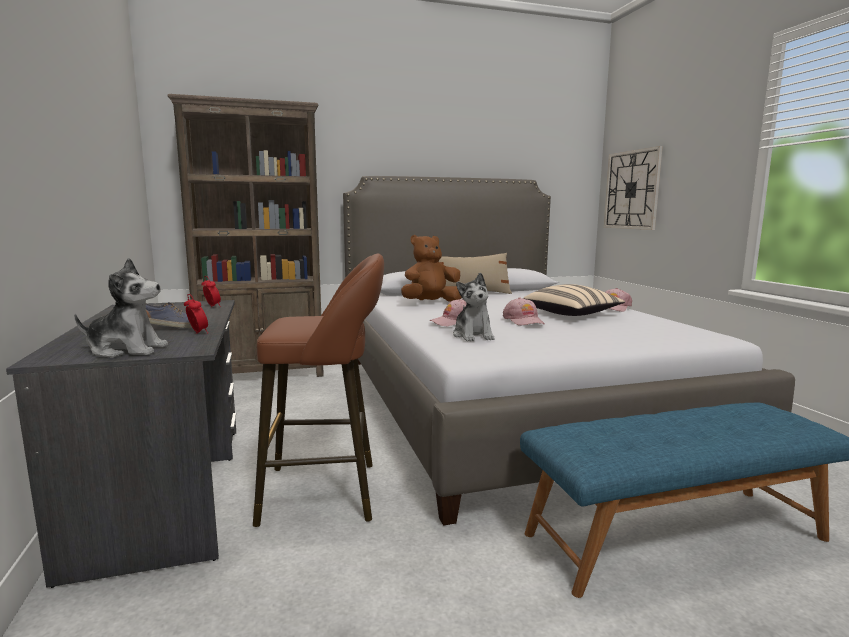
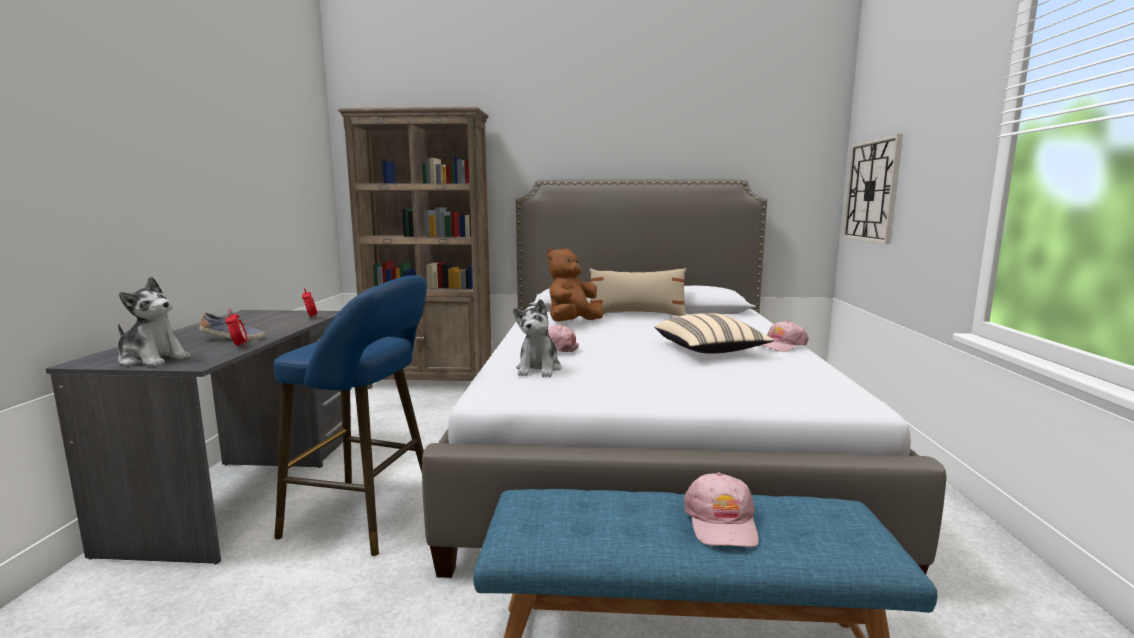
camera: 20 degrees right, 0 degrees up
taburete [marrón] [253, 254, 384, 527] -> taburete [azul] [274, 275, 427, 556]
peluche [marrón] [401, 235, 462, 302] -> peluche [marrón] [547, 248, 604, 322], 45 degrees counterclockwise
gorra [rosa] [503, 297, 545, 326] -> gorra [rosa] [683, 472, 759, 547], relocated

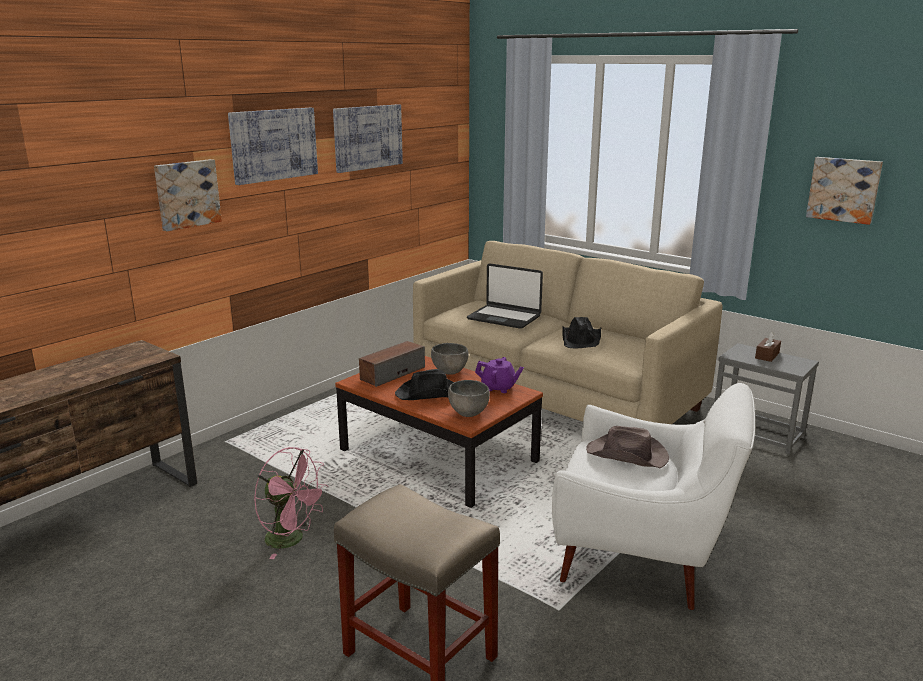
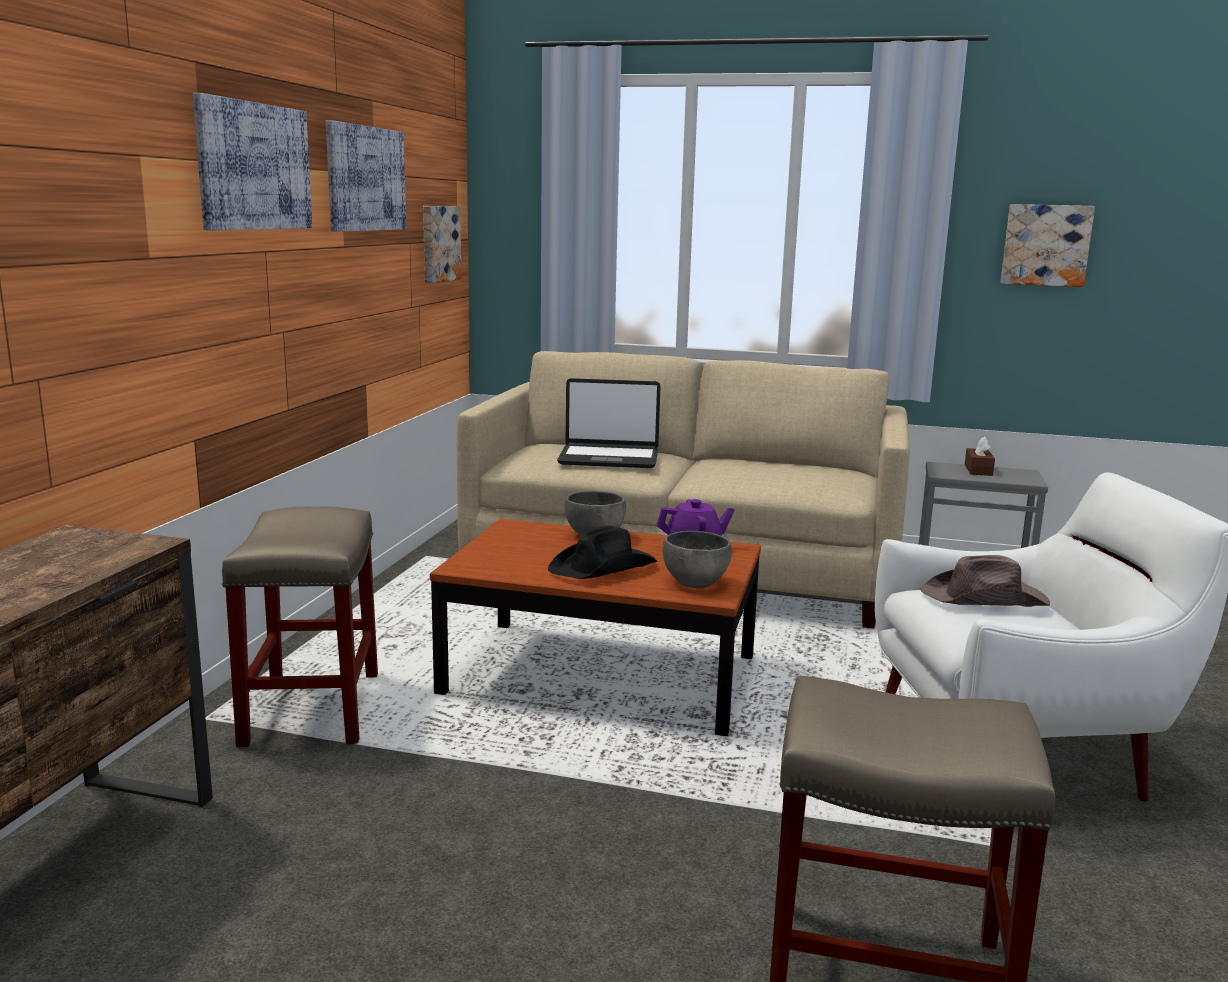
camera: 25 degrees left, 5 degrees down
none -> taburete [beis] [222, 507, 378, 747]
cuadro [154, 159, 222, 231] -> cuadro [423, 206, 462, 283], relocated
ventilador [rosa] [254, 447, 328, 559] -> none
altavoz [359, 341, 425, 387] -> none
sombrero [negro] [562, 317, 602, 348] -> none

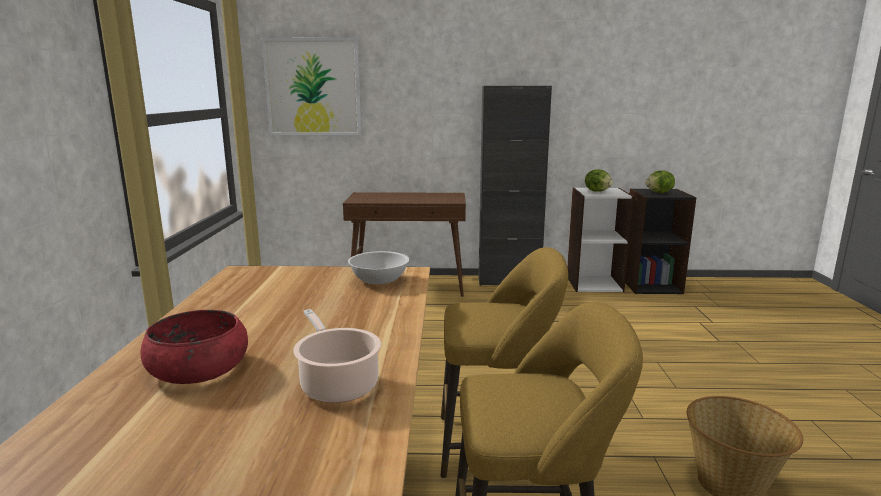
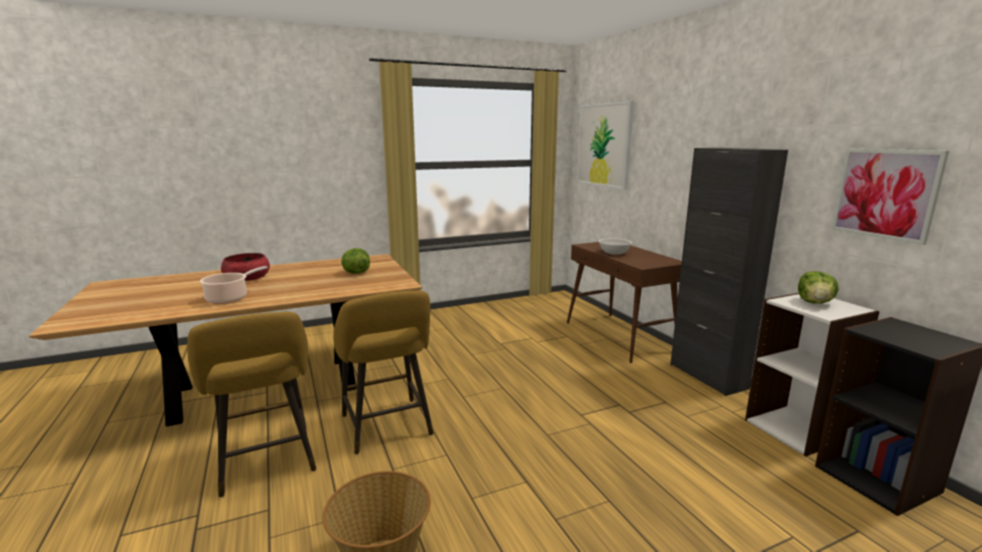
camera: 65 degrees right, 0 degrees up
lechuga [645, 170, 675, 193] -> lechuga [341, 248, 370, 274], relocated
cuenco [blanco] [348, 251, 409, 284] -> cuenco [blanco] [599, 238, 632, 255], relocated
none -> cuadro [831, 148, 949, 245]

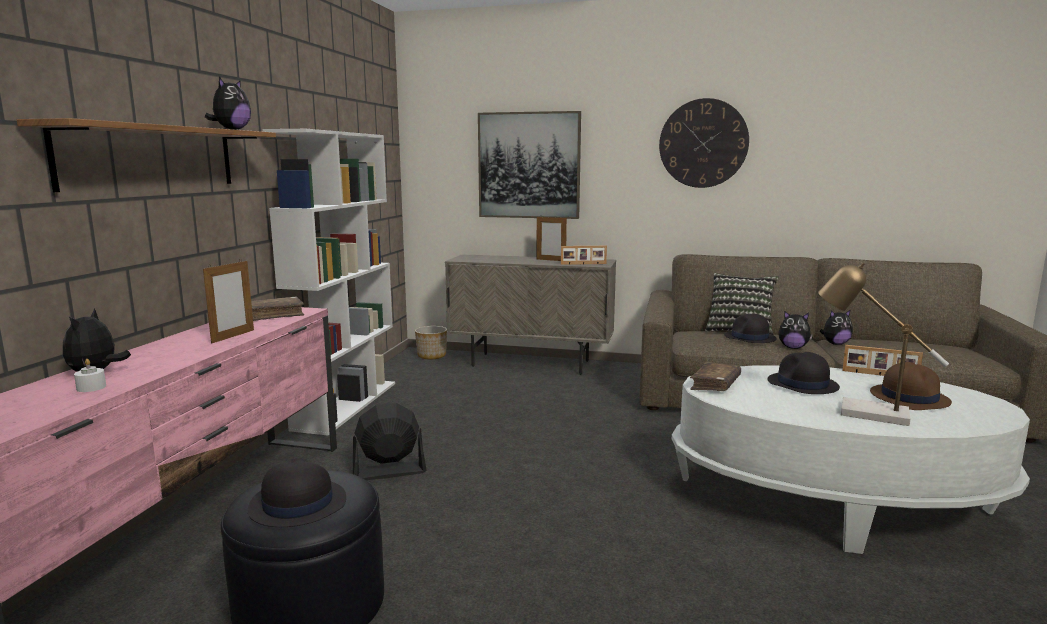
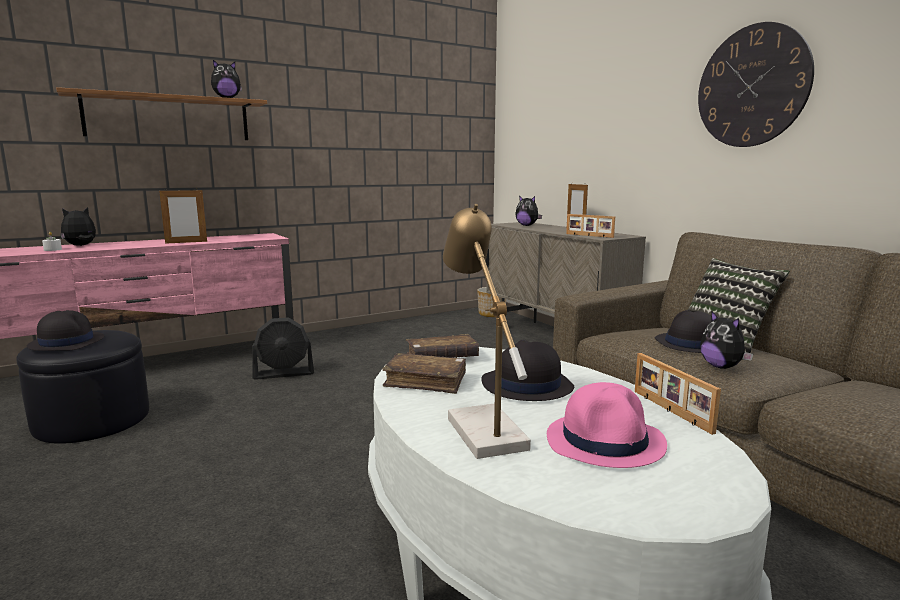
camera: 45 degrees right, 0 degrees up
ventilador [negro] [353, 403, 427, 480] -> ventilador [negro] [252, 317, 314, 380], 135 degrees clockwise
libro [marrón] [251, 297, 304, 321] -> libro [marrón] [382, 353, 466, 394], relocated
peluche [820, 310, 853, 345] -> peluche [516, 196, 542, 226], relocated
sombrero [marrón] [870, 362, 952, 410] -> sombrero [rosa] [547, 382, 667, 468]
estantería [blanco] [263, 129, 395, 435] -> none
cuadro [478, 111, 581, 219] -> none

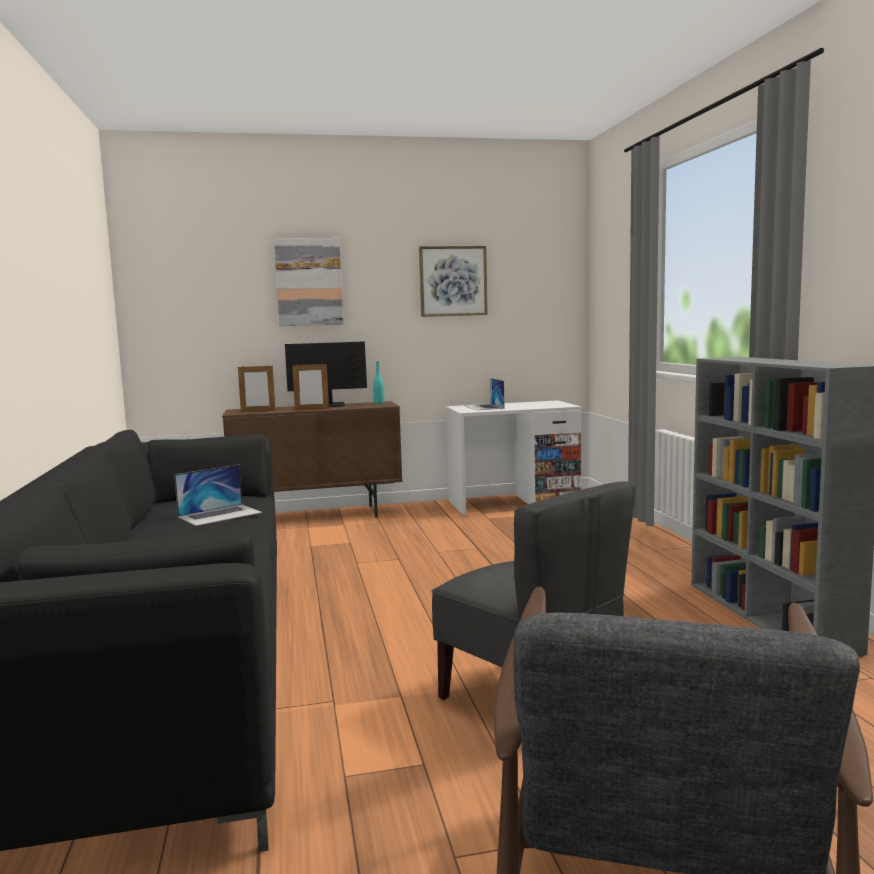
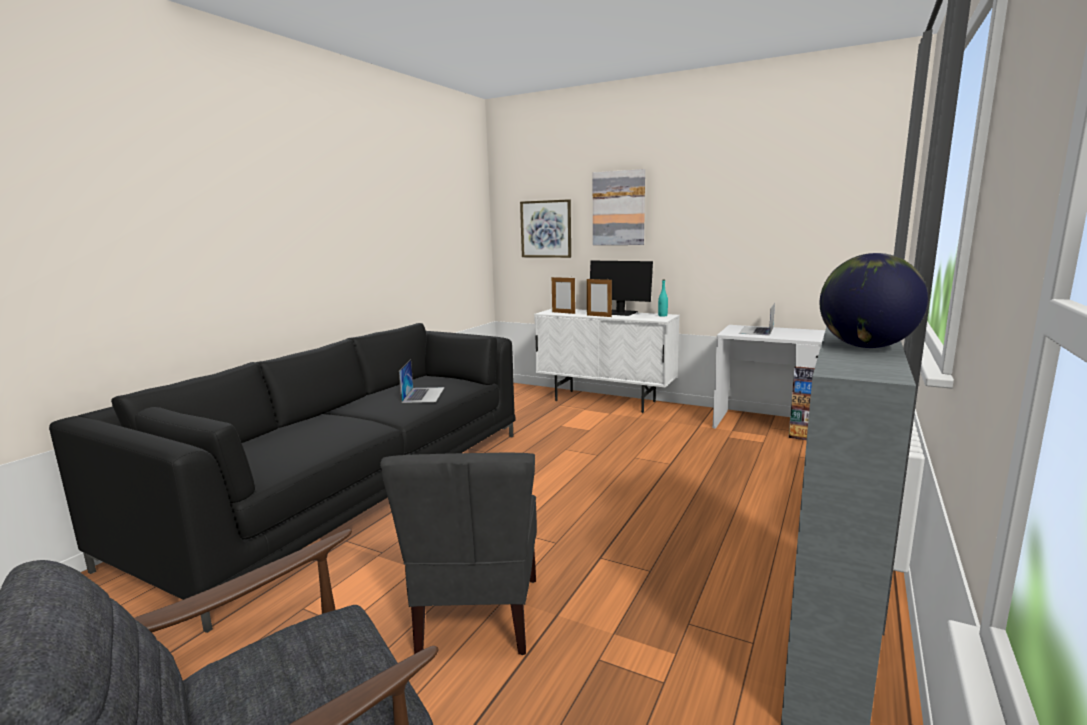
camera: 40 degrees right, 5 degrees up
portátil [174, 465, 262, 526] -> portátil [399, 359, 445, 403], 90 degrees counterclockwise
cuadro [419, 246, 488, 317] -> cuadro [520, 199, 571, 258], relocated
armario [marrón] [222, 401, 403, 518] -> armario [blanco] [534, 309, 680, 413]
none -> globo terráqueo [820, 253, 928, 348]

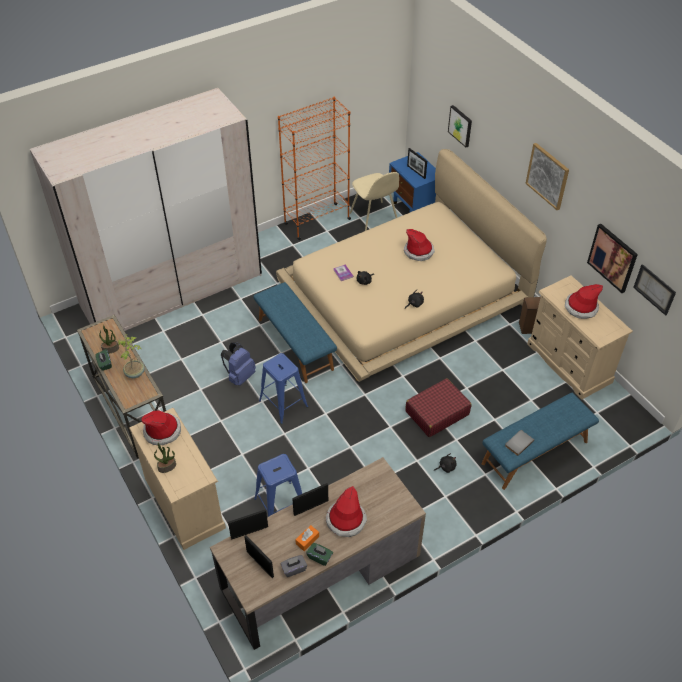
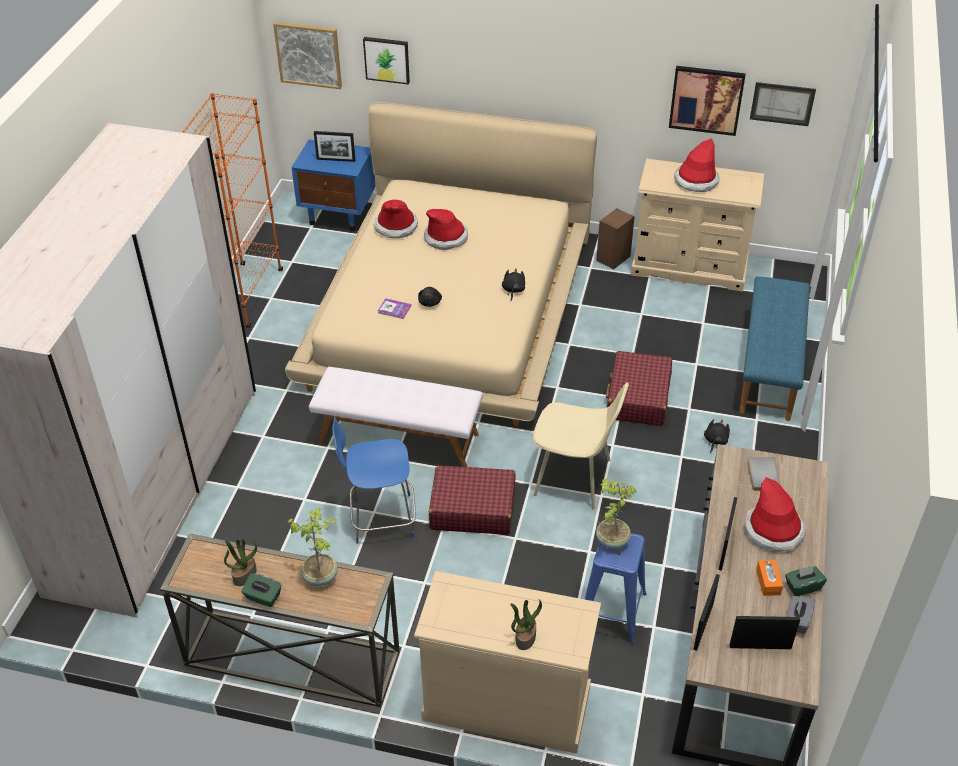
camera: 45 degrees left, 5 degrees down
cuadro [526, 143, 569, 210] -> cuadro [273, 22, 342, 89], relocated
banco [azul] [253, 282, 337, 383] -> banco [blanco] [309, 367, 483, 467]
mochila [azul] [221, 342, 256, 386] -> silla [azul] [332, 416, 416, 544]
sombrero [141, 410, 181, 445] -> sombrero [374, 200, 418, 238], relocated
taburete [azul] [259, 353, 308, 424] -> maleta [rojo] [429, 466, 516, 535]
silla [beis] [350, 172, 399, 231] -> silla [beis] [533, 382, 629, 510], relocated
none -> planta en maceta [596, 478, 636, 549]
libro [gris] [505, 430, 534, 456] -> libro [gris] [747, 457, 781, 491], relocated

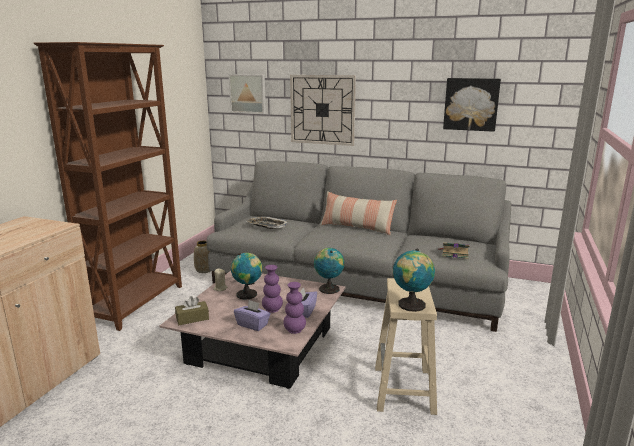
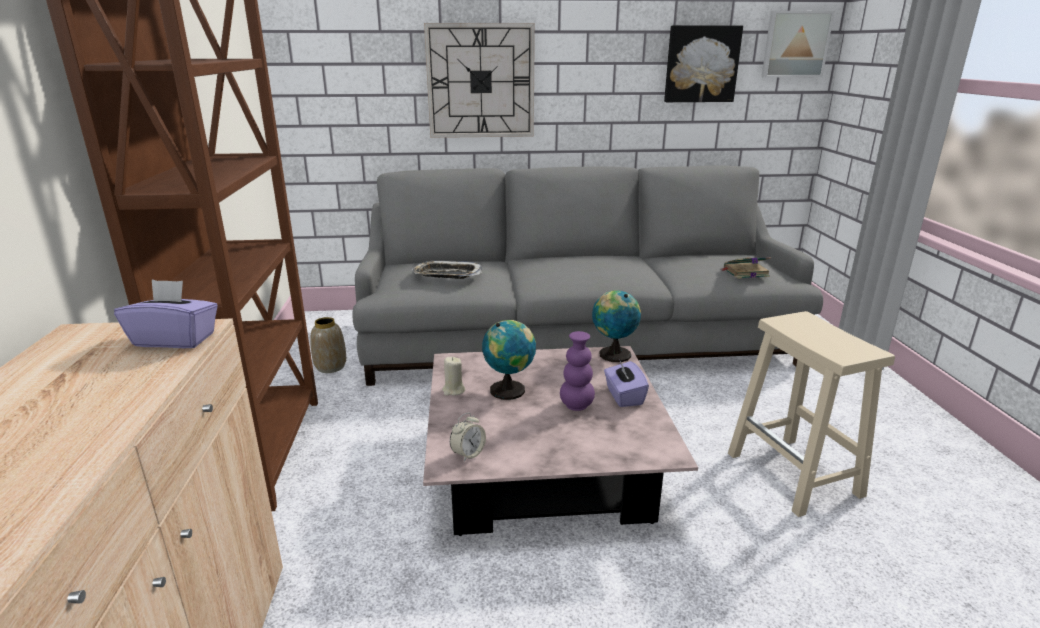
camera: 25 degrees left, 5 degrees up
caja de pañuelos [morado] [234, 300, 271, 331] -> caja de pañuelos [morado] [114, 280, 218, 348], relocated
caja de pañuelos [marrón] [175, 296, 209, 325] -> despertador [450, 413, 486, 462]
cuadro [229, 74, 266, 114] -> cuadro [761, 11, 834, 78], relocated
florero [morado] [283, 282, 306, 334] -> none
cojín [320, 191, 397, 235] -> none
globo terráqueo [393, 248, 435, 312] -> none

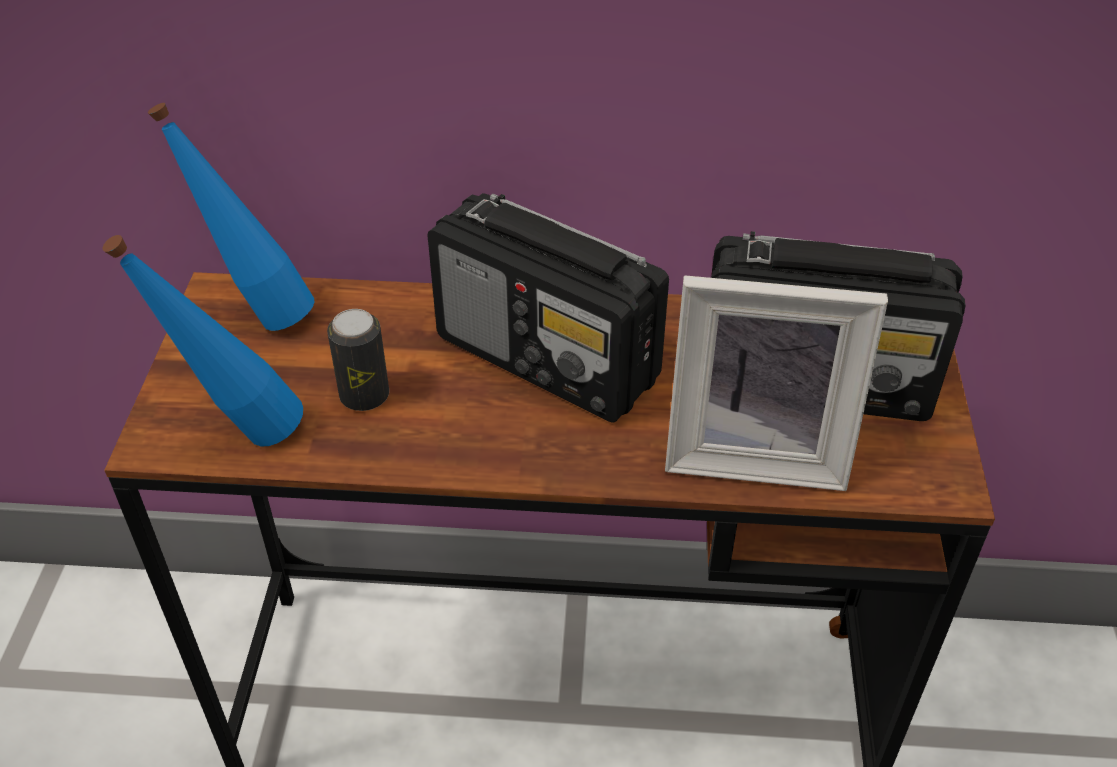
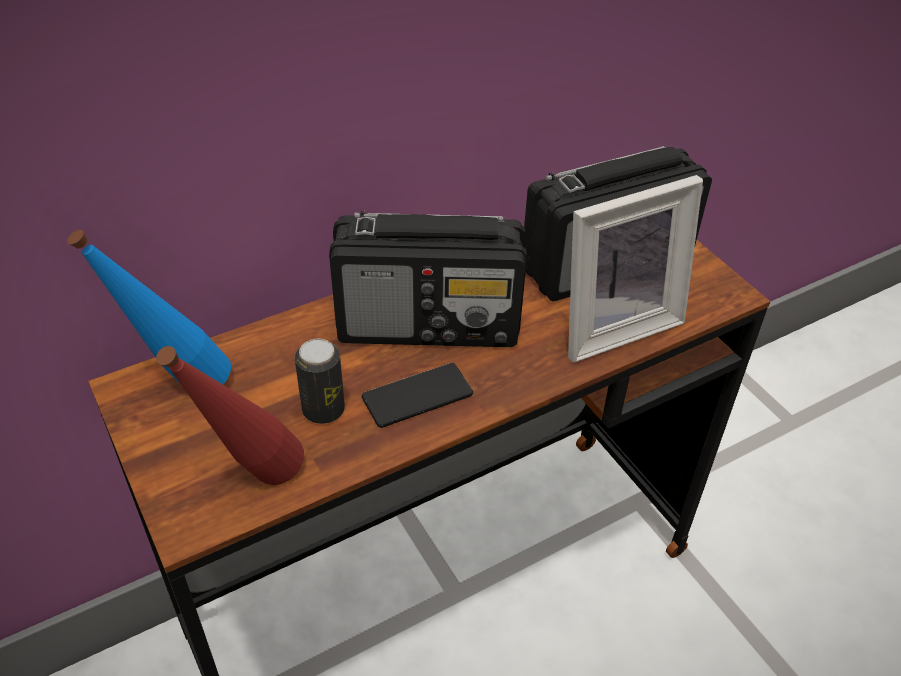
camera: 35 degrees left, 0 degrees up
botella [azul] [103, 235, 303, 447] -> botella [rojo] [156, 346, 304, 485]
none -> móvil [362, 363, 473, 428]

